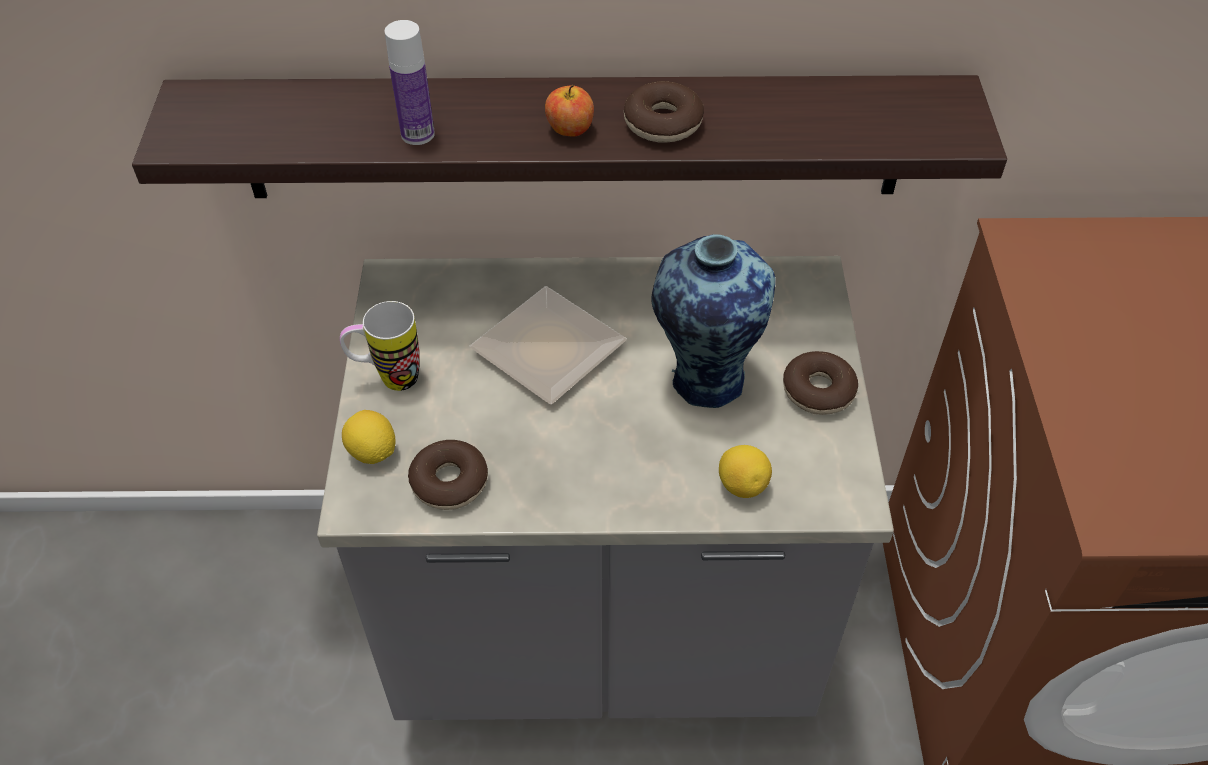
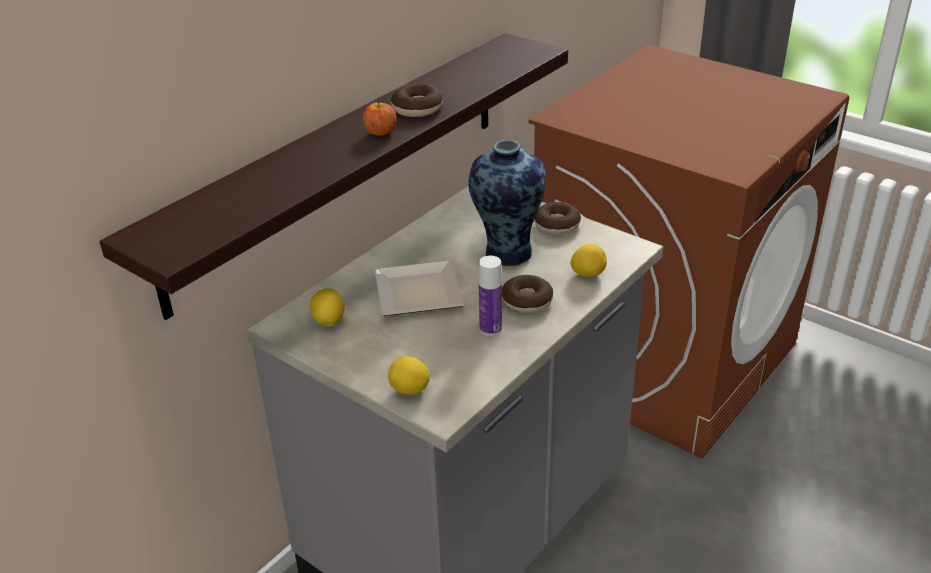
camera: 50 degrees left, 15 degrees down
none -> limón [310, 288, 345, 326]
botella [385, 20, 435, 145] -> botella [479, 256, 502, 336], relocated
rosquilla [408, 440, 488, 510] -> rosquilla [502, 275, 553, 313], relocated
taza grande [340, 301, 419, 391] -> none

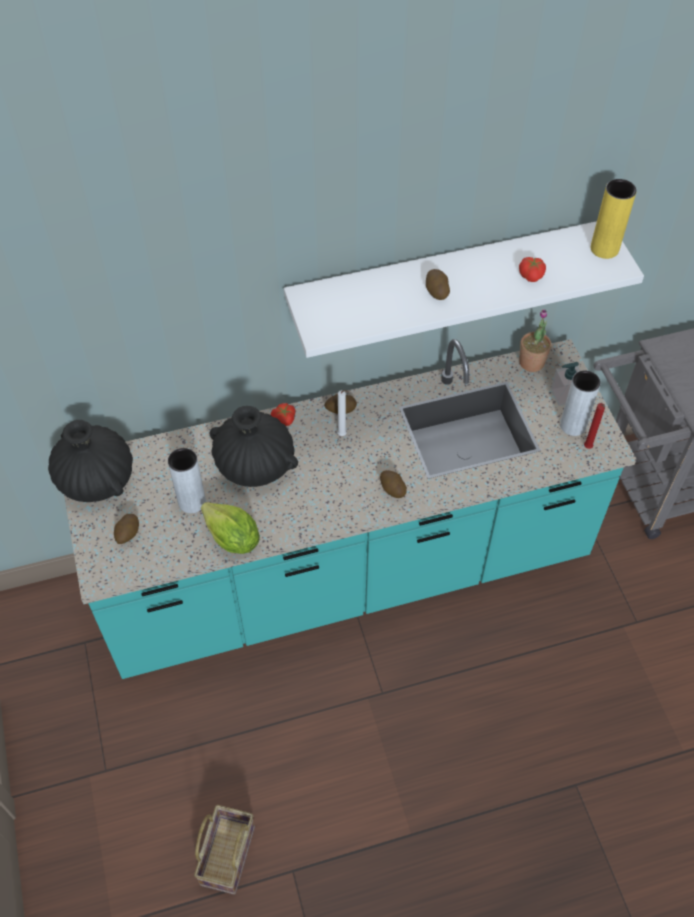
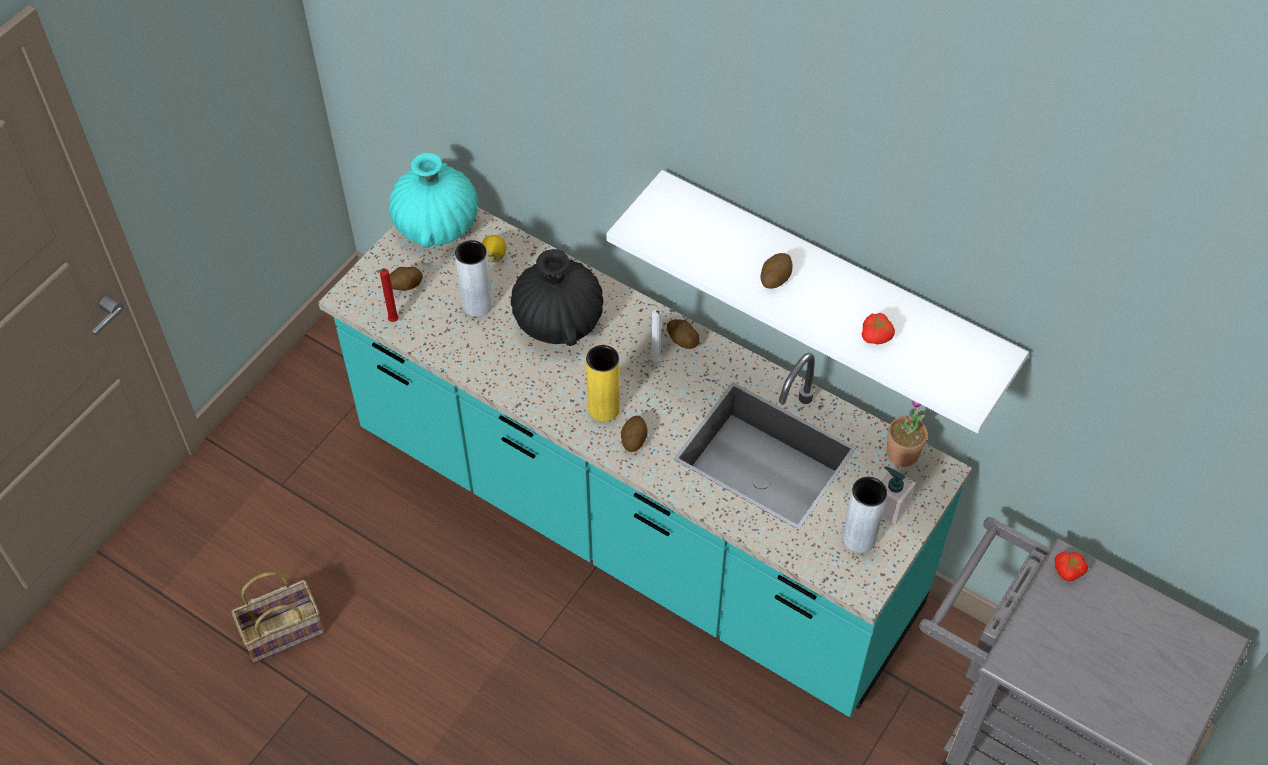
camera: 50 degrees right, 0 degrees up
vela [rojo] [584, 403, 605, 449] -> vela [rojo] [375, 269, 399, 322], relocated
florero [negro] [48, 420, 133, 502] -> florero [turquesa] [389, 153, 478, 248]
none -> limón [482, 235, 506, 262]
florero [amarillo] [591, 179, 637, 259] -> florero [amarillo] [586, 345, 620, 421], relocated
tomate [270, 403, 295, 426] -> tomate [1055, 552, 1088, 581], relocated
lechuga [201, 502, 260, 554] -> none

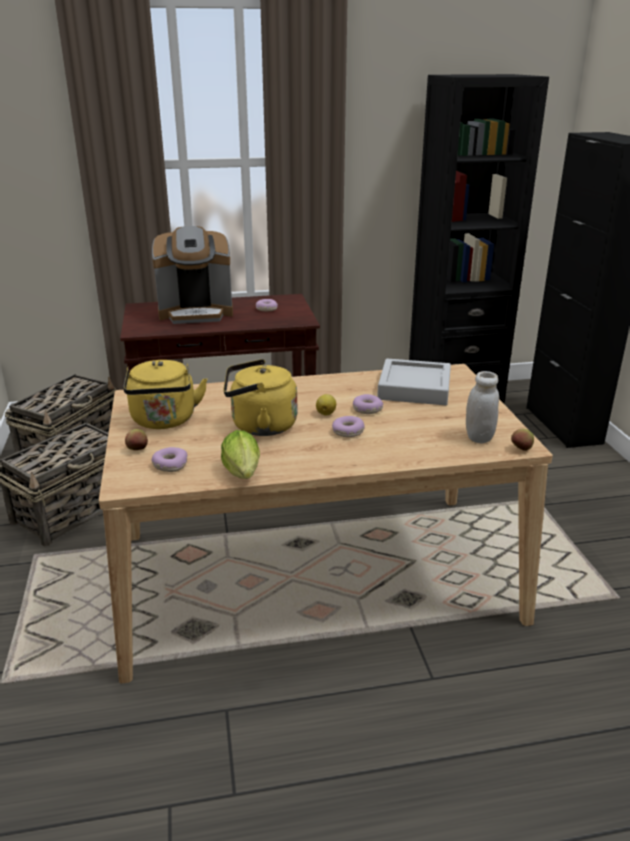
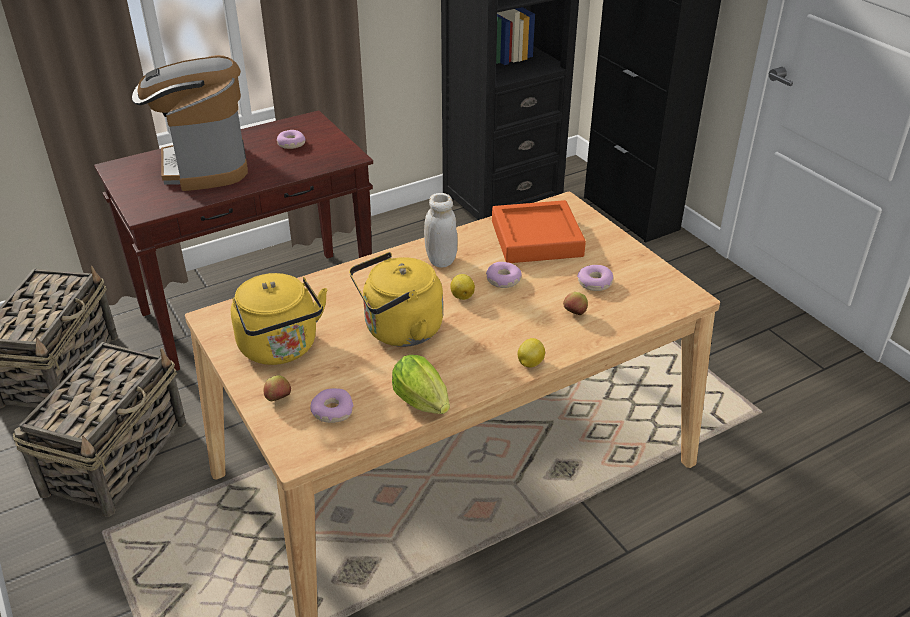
camera: 20 degrees left, 10 degrees up
cafetera [152, 226, 233, 324] -> cafetera [132, 55, 248, 191], 105 degrees clockwise
tarro [blanco] [466, 371, 499, 443] -> tarro [blanco] [424, 193, 457, 268], relocated
bandeja [gris] [377, 359, 451, 405] -> bandeja [naranja] [492, 200, 586, 263]
none -> limón [518, 338, 545, 368]
manzana [511, 429, 534, 451] -> manzana [563, 292, 588, 315], relocated
rosquilla [332, 416, 365, 437] -> rosquilla [577, 265, 613, 291], relocated

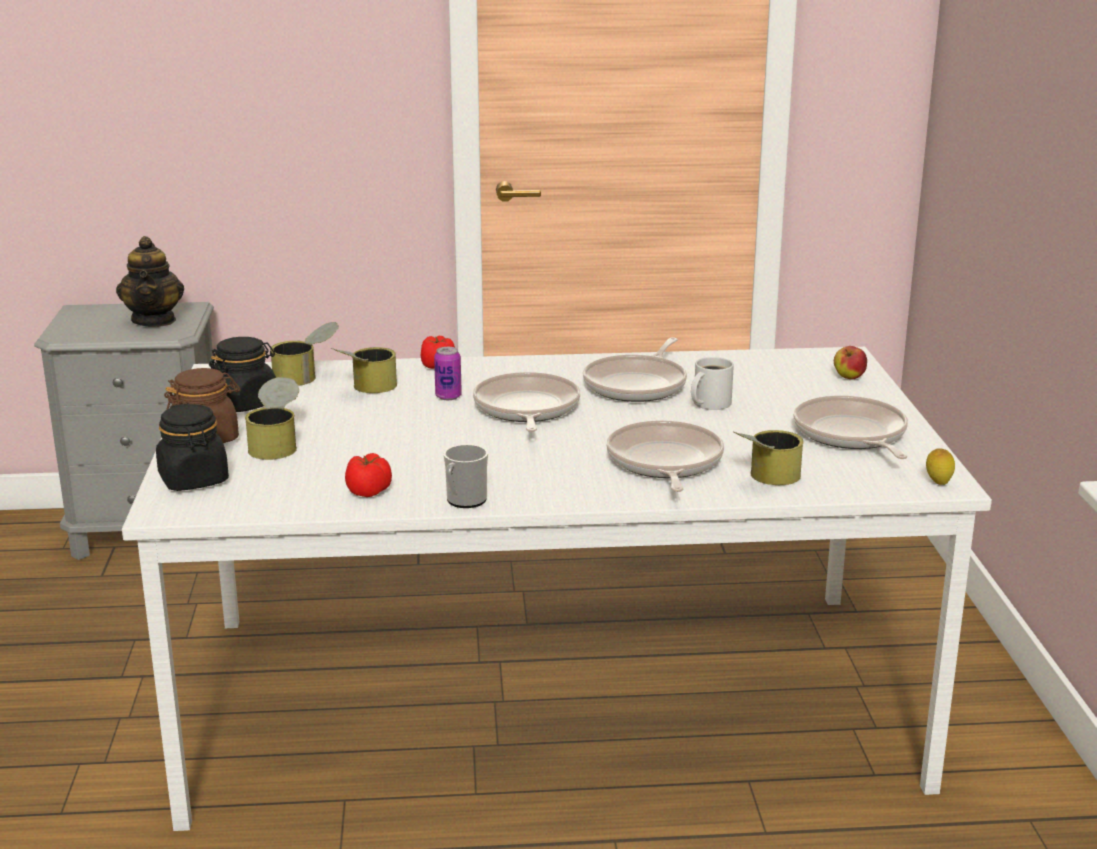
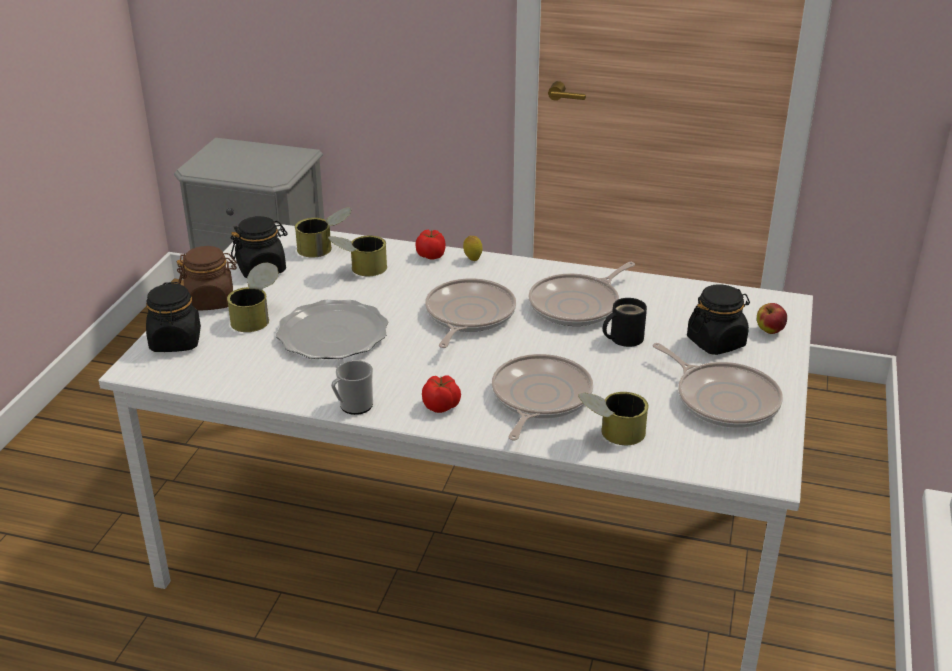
camera: 20 degrees right, 10 degrees up
none -> plato [276, 300, 388, 359]
tomate [345, 453, 392, 497] -> tomate [422, 375, 461, 413], relocated
limón [926, 448, 955, 485] -> limón [463, 236, 483, 261], relocated
taza grande [blanco] [691, 357, 734, 410] -> taza grande [negro] [603, 298, 647, 347]
sartén [793, 396, 908, 459] -> sartén [652, 343, 783, 428], 135 degrees clockwise
none -> tarro [negro] [687, 284, 750, 355]
tetera [116, 236, 184, 327] -> none
lata [434, 347, 462, 400] -> none

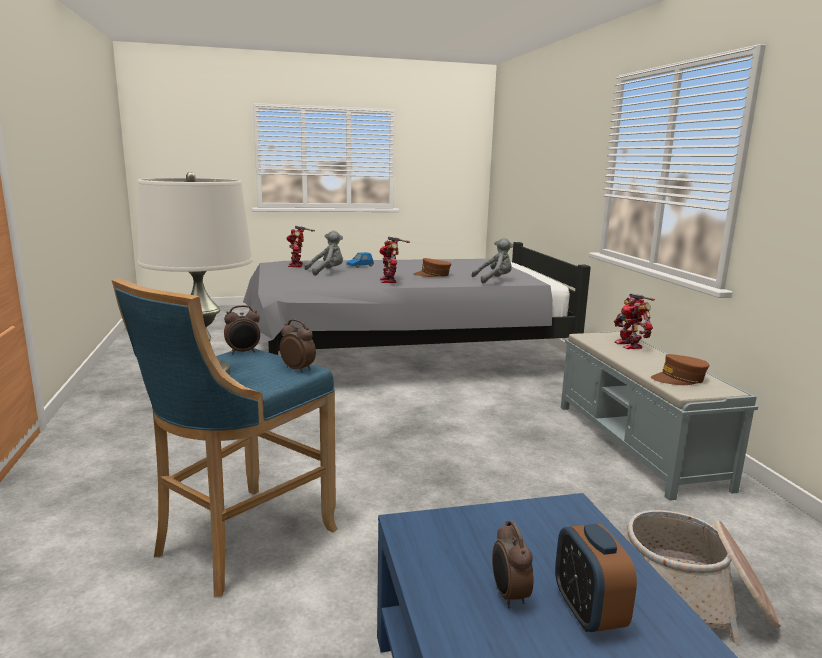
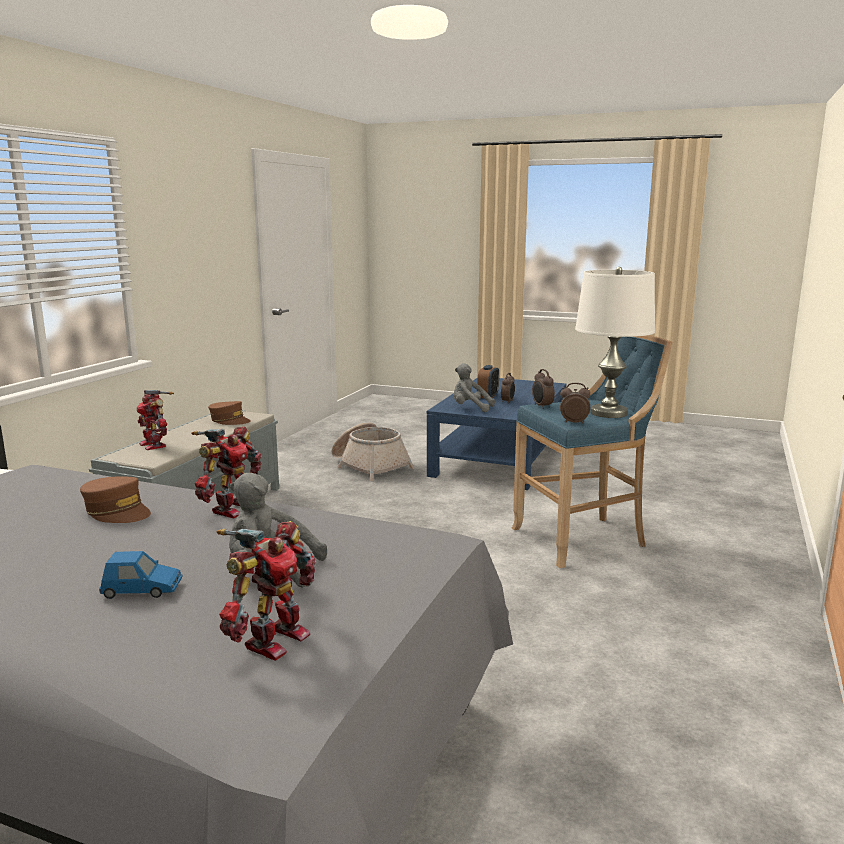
camera: 145 degrees left, 0 degrees up
robot de juguete [614, 294, 655, 349] -> robot de juguete [137, 390, 174, 450], 120 degrees clockwise
peluche [gris] [471, 238, 513, 284] -> peluche [gris] [453, 363, 495, 412], relocated

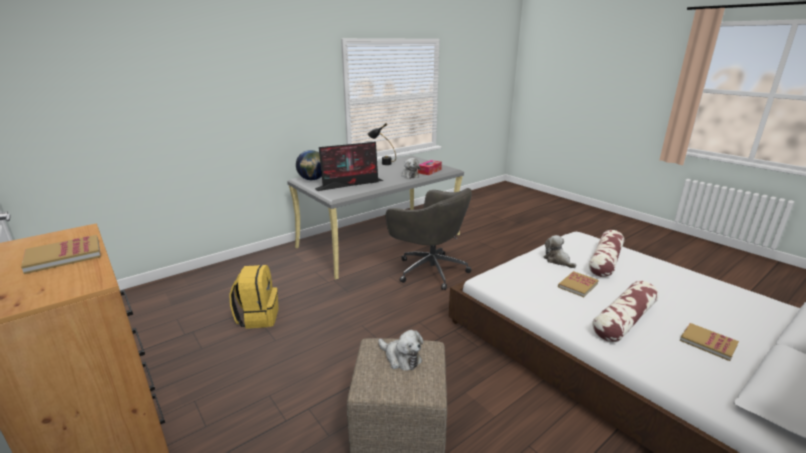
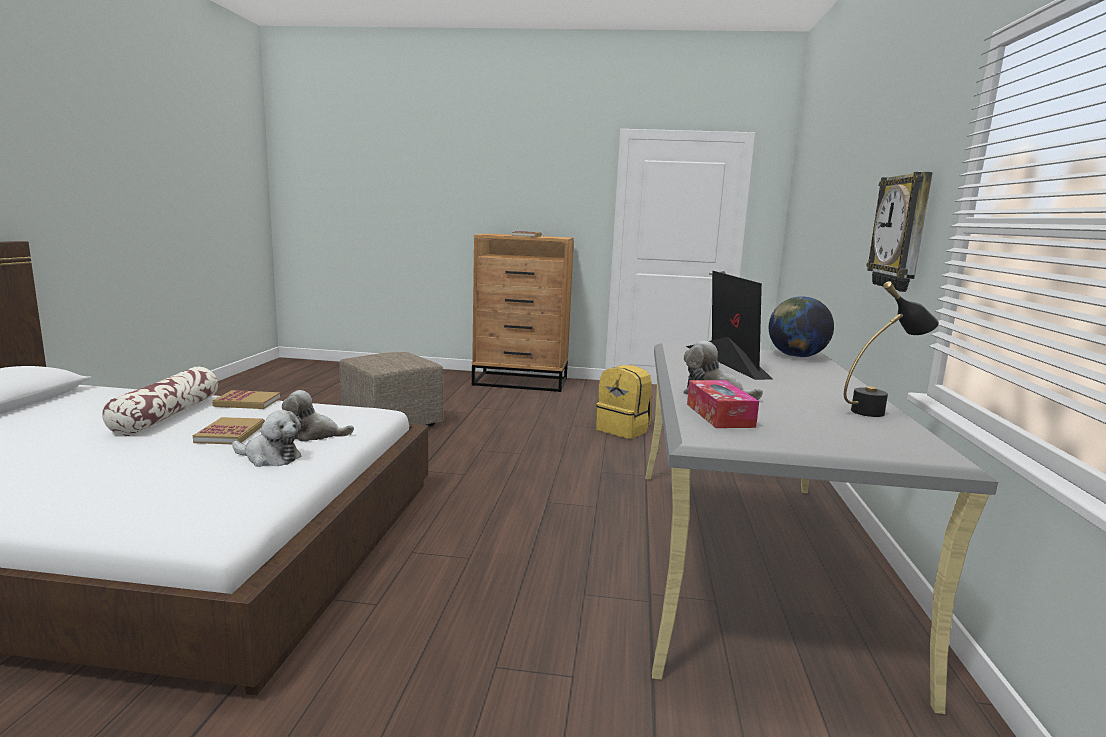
camera: 135 degrees right, 10 degrees down
libro [680, 323, 739, 361] -> libro [212, 390, 280, 409], relocated
peluche [378, 330, 423, 371] -> peluche [282, 390, 354, 442], relocated
monitor [315, 142, 383, 191] -> monitor [686, 271, 773, 380], 150 degrees clockwise
none -> reloj de pared [866, 172, 933, 292]
silla de oficina [gris] [386, 188, 472, 290] -> none
cojín [589, 230, 624, 277] -> none

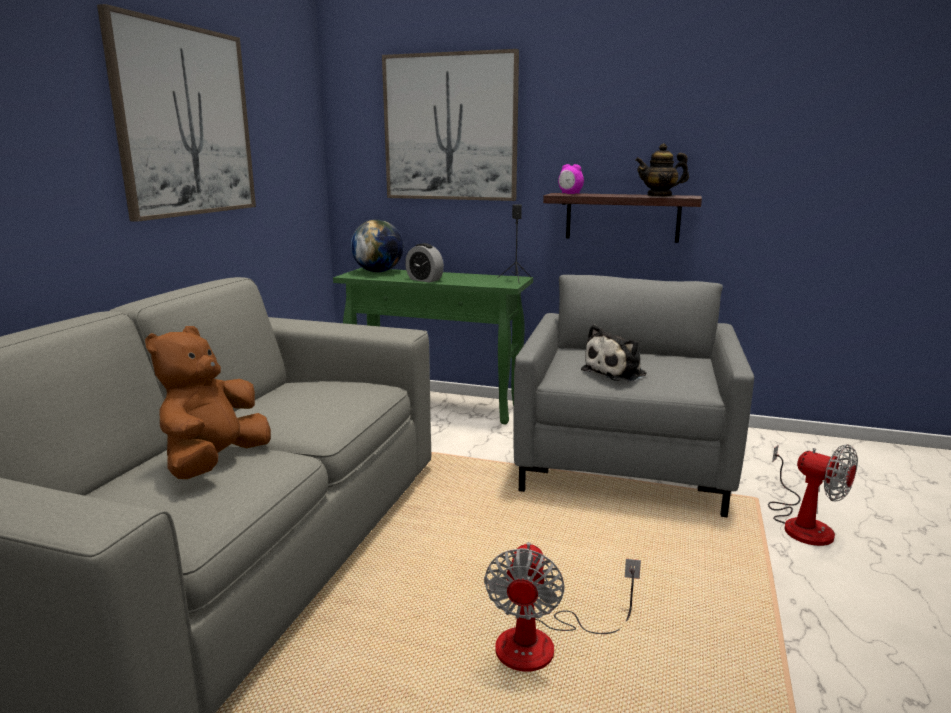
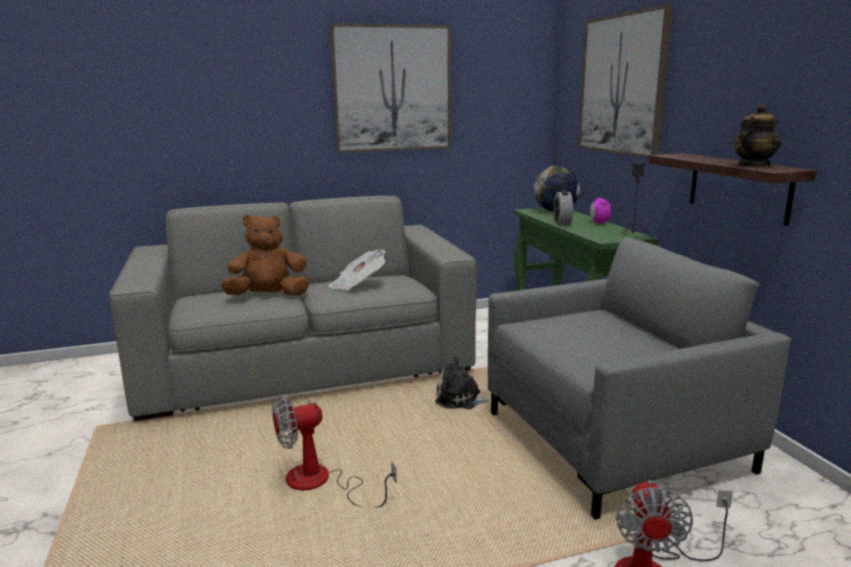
camera: 55 degrees right, 0 degrees up
none -> periódico [329, 249, 386, 291]
peluche [581, 324, 647, 381] -> peluche [435, 356, 491, 409], relocated
despertador [558, 164, 584, 194] -> despertador [590, 198, 611, 224], relocated
tetera [635, 144, 689, 197] -> tetera [733, 104, 781, 166], 90 degrees clockwise

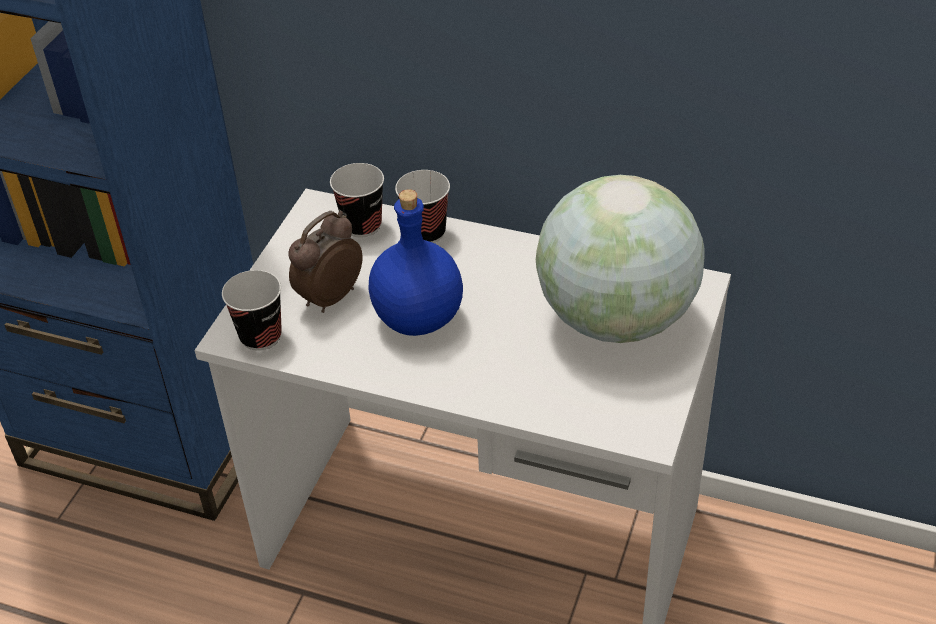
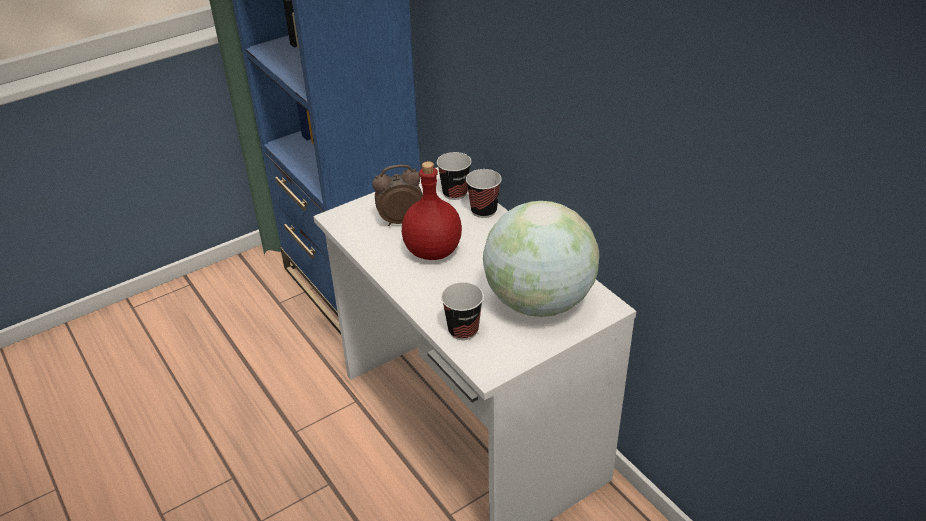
camera: 35 degrees right, 5 degrees down
botella [azul] [369, 189, 463, 336] -> botella [rojo] [402, 161, 462, 260]
taza [222, 270, 282, 351] -> taza [441, 282, 484, 340], relocated

